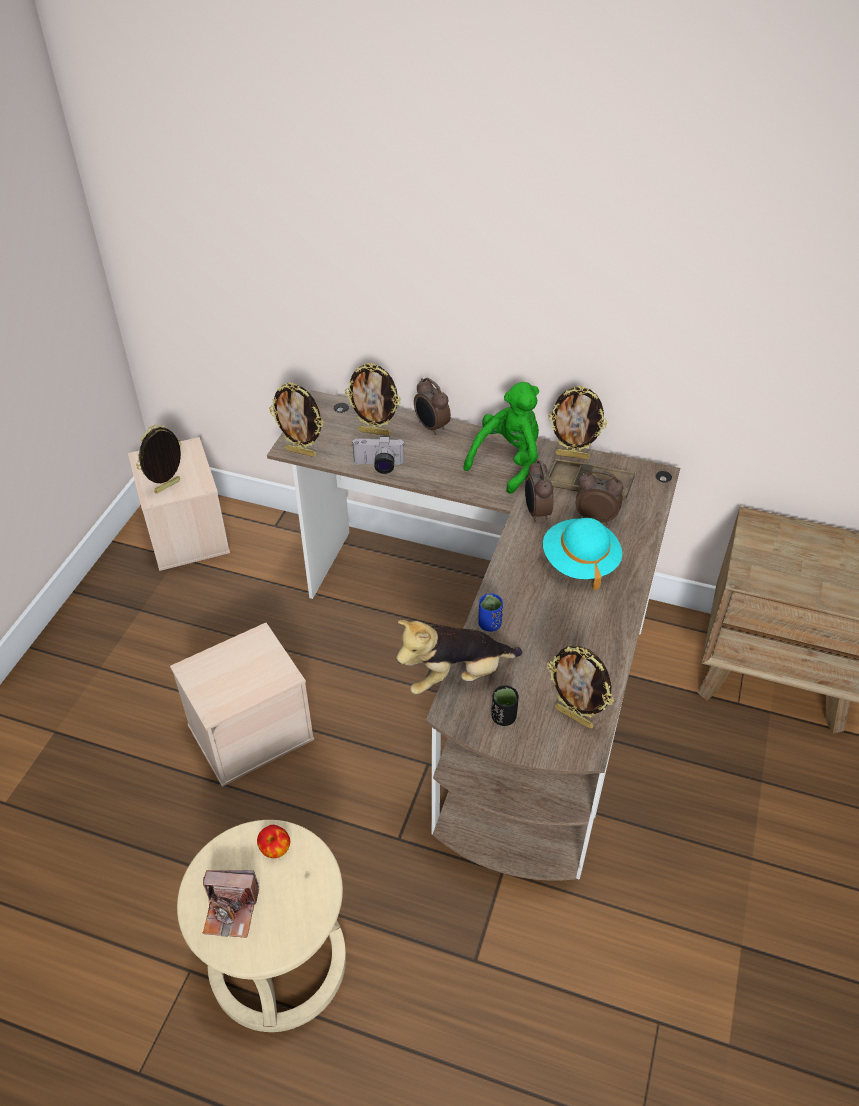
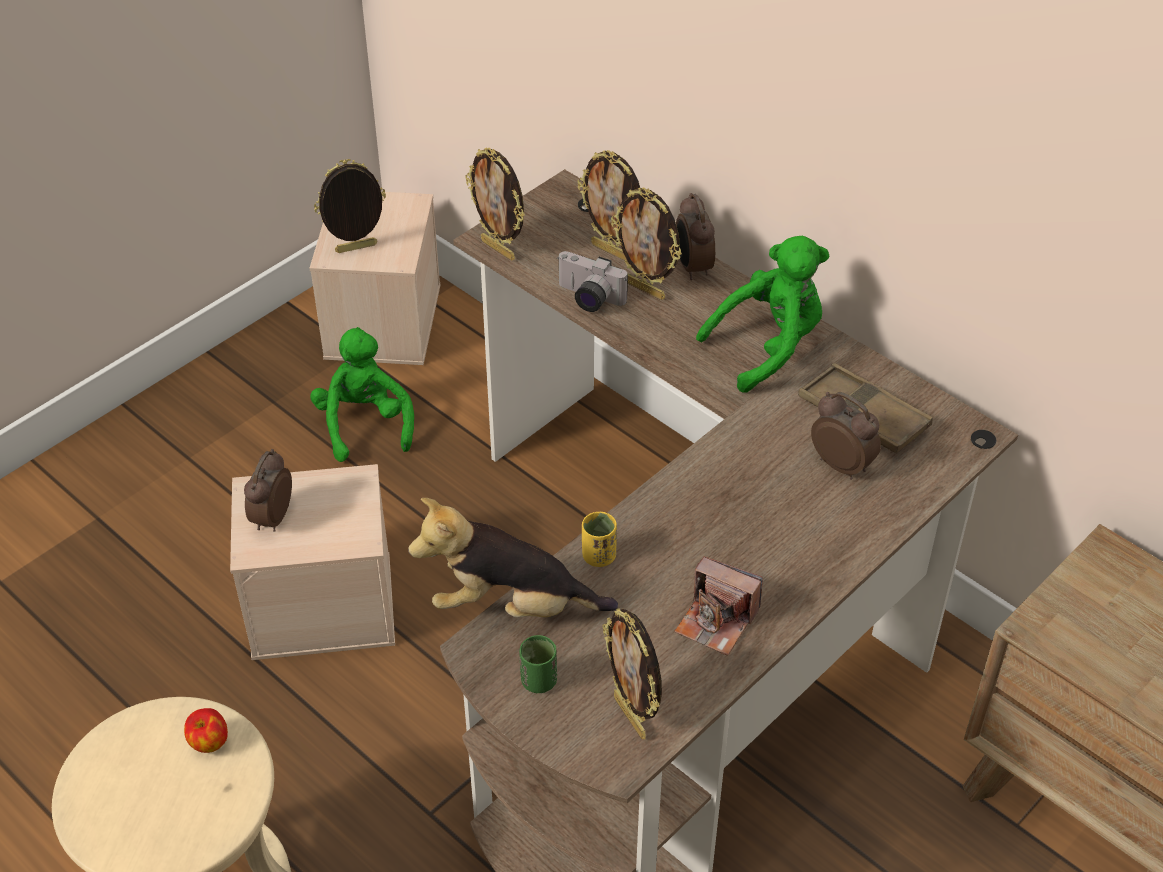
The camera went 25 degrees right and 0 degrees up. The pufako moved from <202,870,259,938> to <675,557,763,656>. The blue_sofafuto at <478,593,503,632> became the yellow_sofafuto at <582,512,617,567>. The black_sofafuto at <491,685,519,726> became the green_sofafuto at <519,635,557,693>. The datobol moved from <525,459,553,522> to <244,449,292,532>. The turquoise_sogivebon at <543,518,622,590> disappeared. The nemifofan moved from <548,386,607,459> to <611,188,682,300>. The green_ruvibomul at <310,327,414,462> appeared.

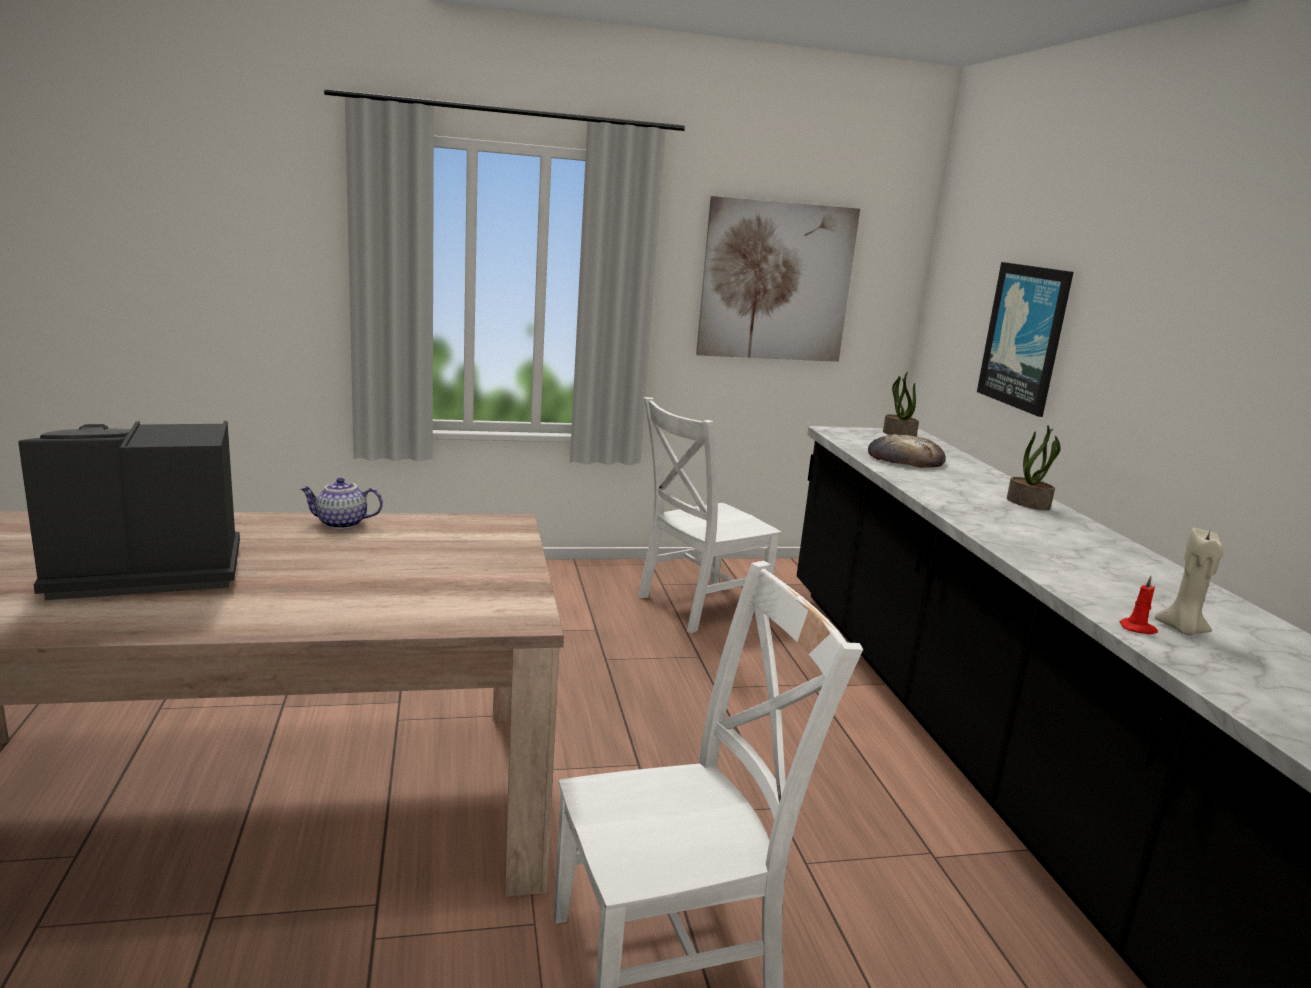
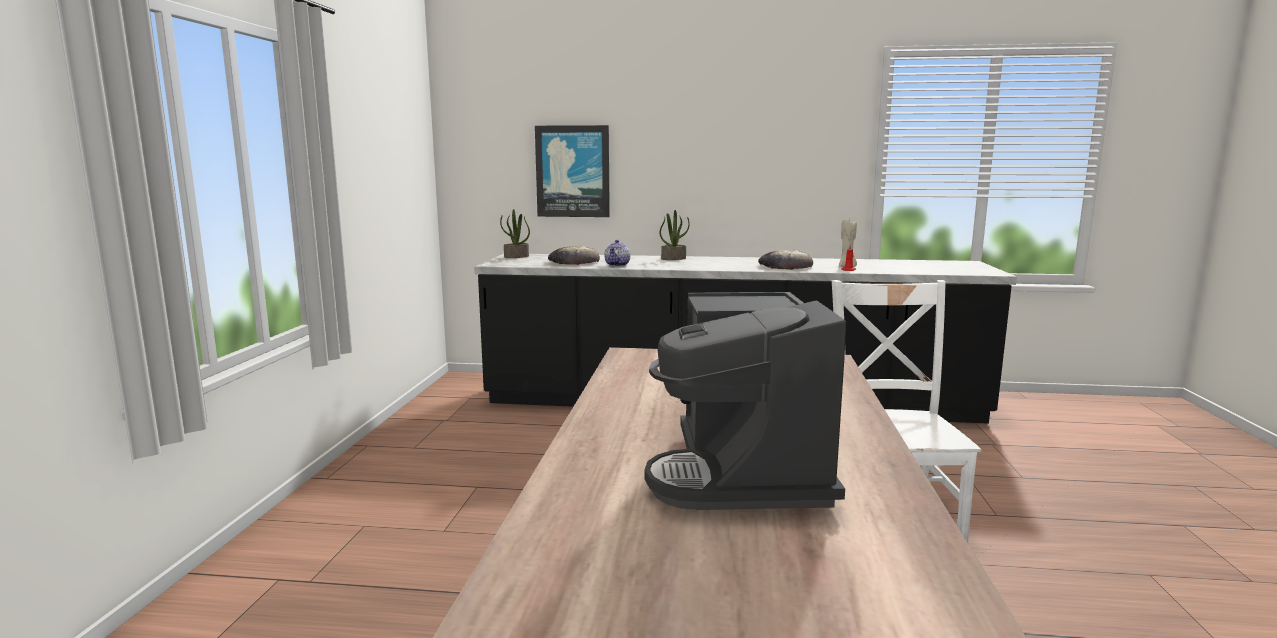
The camera went 70 degrees left and 5 degrees down. The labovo moved from <299,478,383,529> to <604,240,630,267>. The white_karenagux at <638,397,781,633> disappeared. The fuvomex at <696,196,860,362> disappeared. The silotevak at <758,250,813,270> appeared.

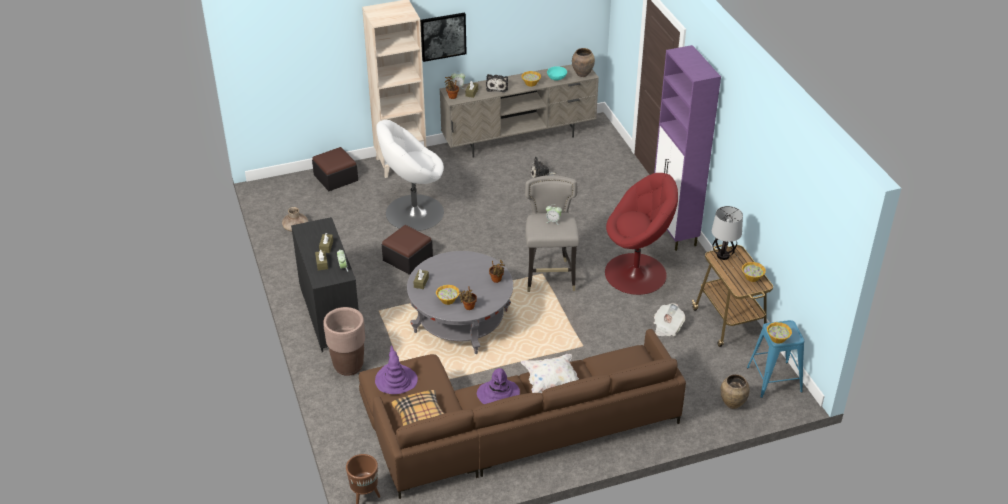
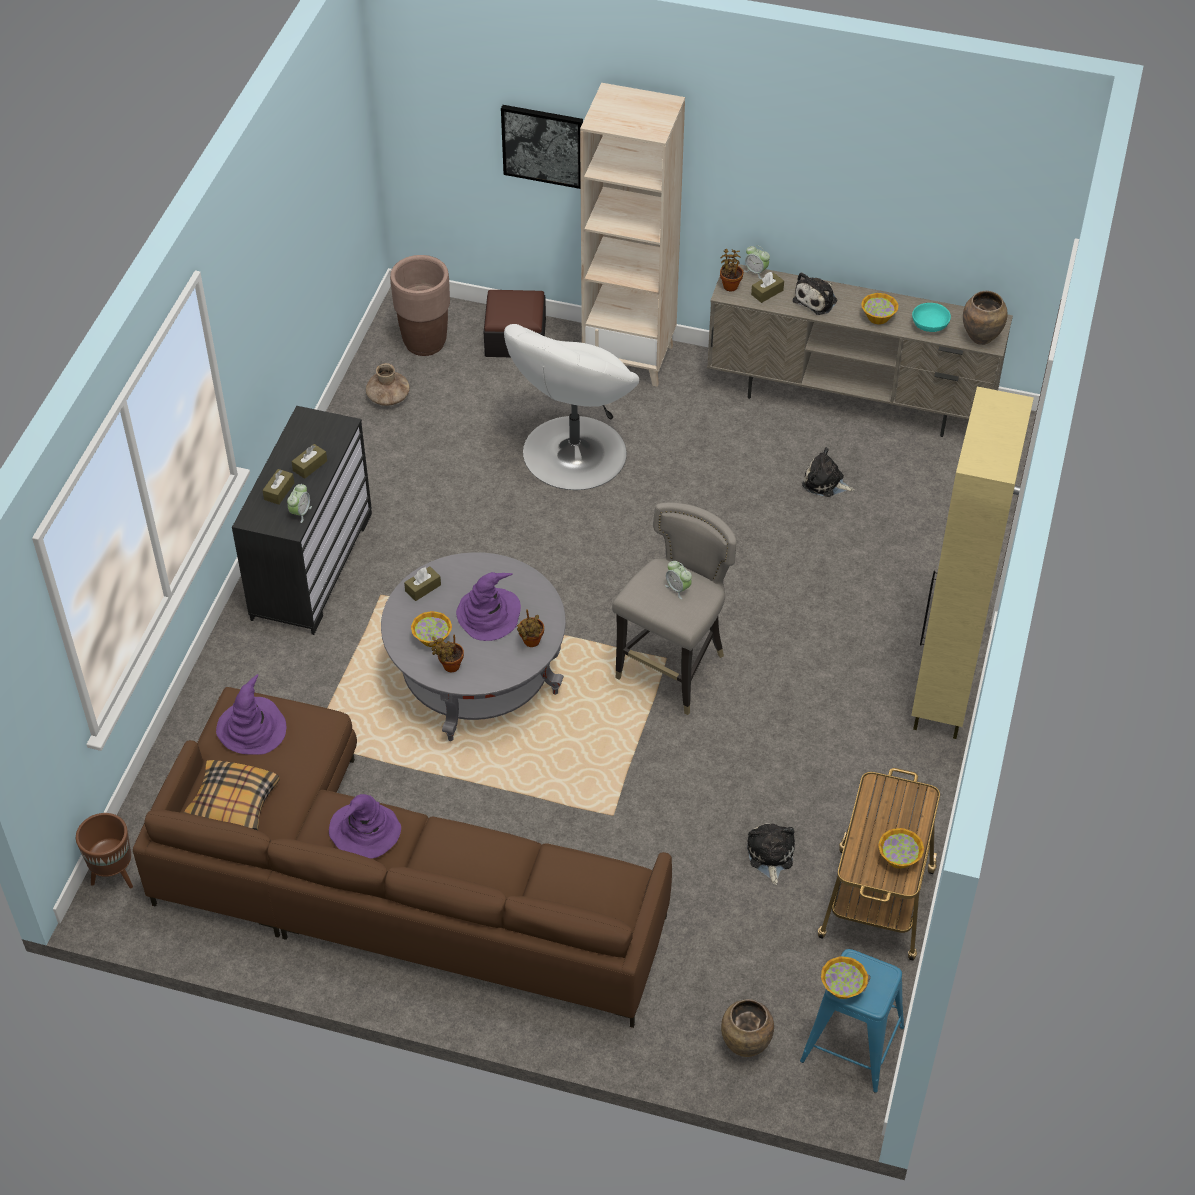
The camera went 35 degrees right and 10 degrees up. The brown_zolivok moved from <323,307,365,376> to <390,255,450,356>. The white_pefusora at <376,120,444,231> turned 75 degrees counterclockwise. The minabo at <382,225,433,275> disappeared. The fuvomex moved from <420,12,467,62> to <501,105,583,189>. The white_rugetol at <521,354,579,393> disappeared. The red_pefusora at <605,173,678,295> disappeared. The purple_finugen at <654,45,721,251> became the beige_finugen at <911,387,1034,739>. The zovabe at <654,303,685,336> was replaced by the ruvibomul at <747,823,795,885>. The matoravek at <712,206,743,260> disappeared. The purple_sogivebon at <456,572,521,641> appeared.

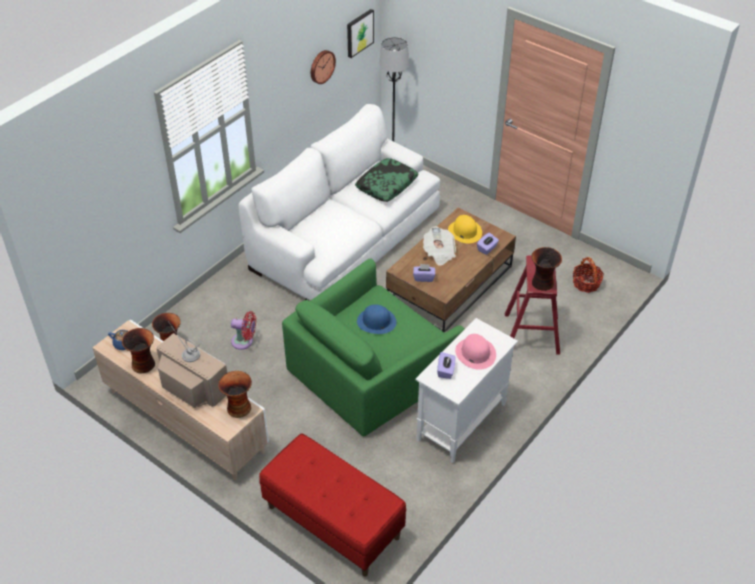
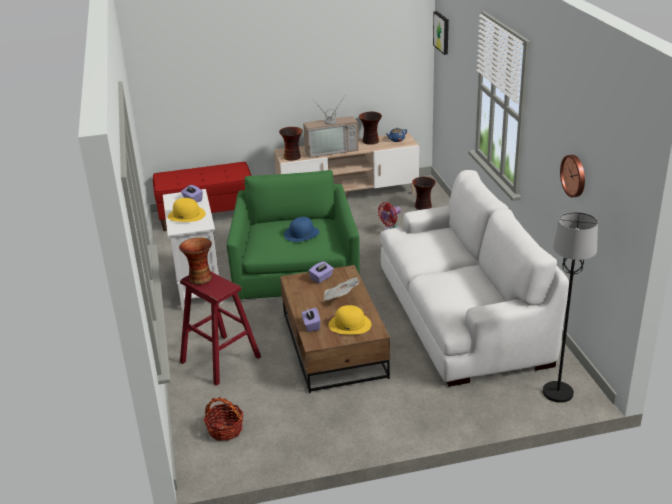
The camera went 130 degrees right and 15 degrees down. The fuvomex moved from <347,9,374,58> to <433,11,449,55>. The rugetol at <355,158,419,202> disappeared. The pink_sogivebon at <455,334,496,370> became the yellow_sogivebon at <168,198,206,222>.

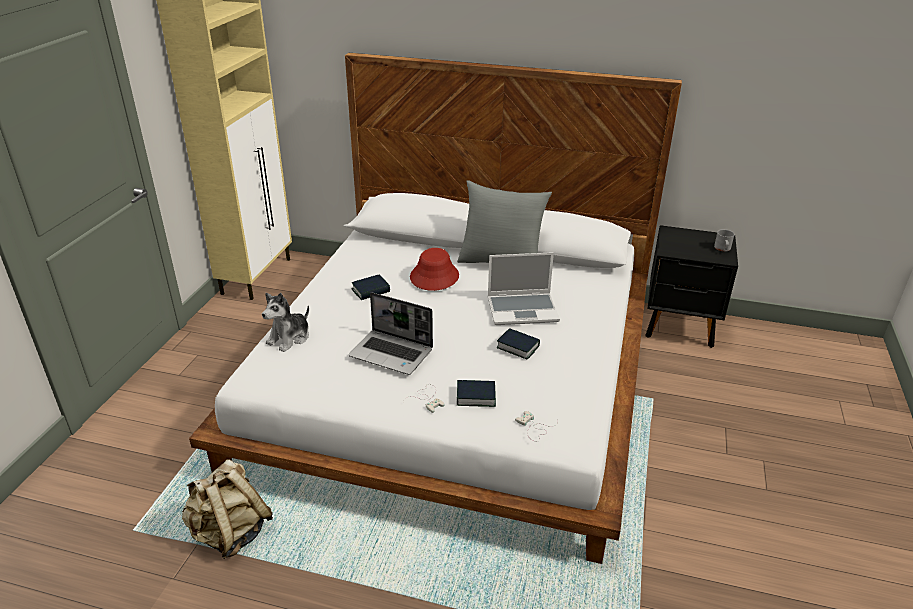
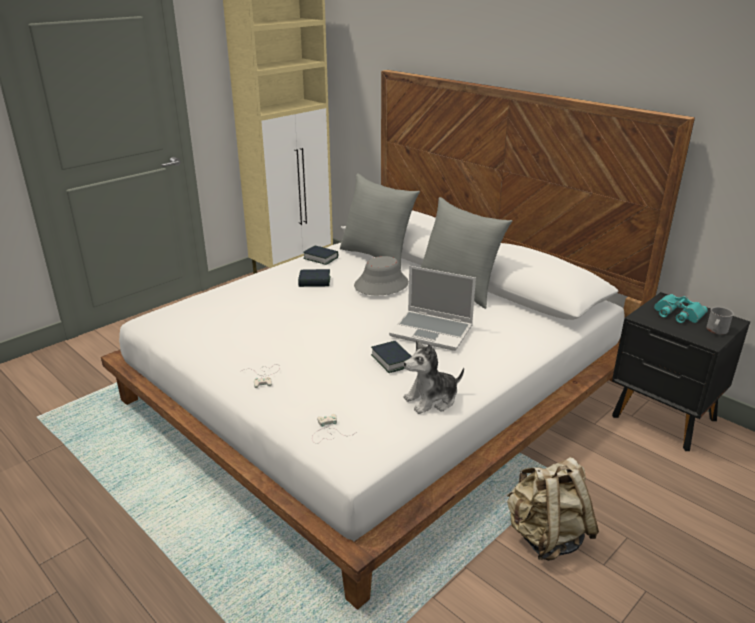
The camera went 30 degrees right and 5 degrees down. The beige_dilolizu moved from <182,459,273,559> to <507,457,599,561>. The ruvibomul moved from <262,293,309,352> to <404,340,464,414>. The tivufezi at <348,292,433,375> disappeared. The red_sogivebon at <410,248,459,291> became the grey_sogivebon at <354,256,409,295>. The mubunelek moved from <457,380,496,407> to <303,245,338,265>. The grey_rugetol at <340,173,420,269> appeared. The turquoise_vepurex at <654,294,708,323> appeared.

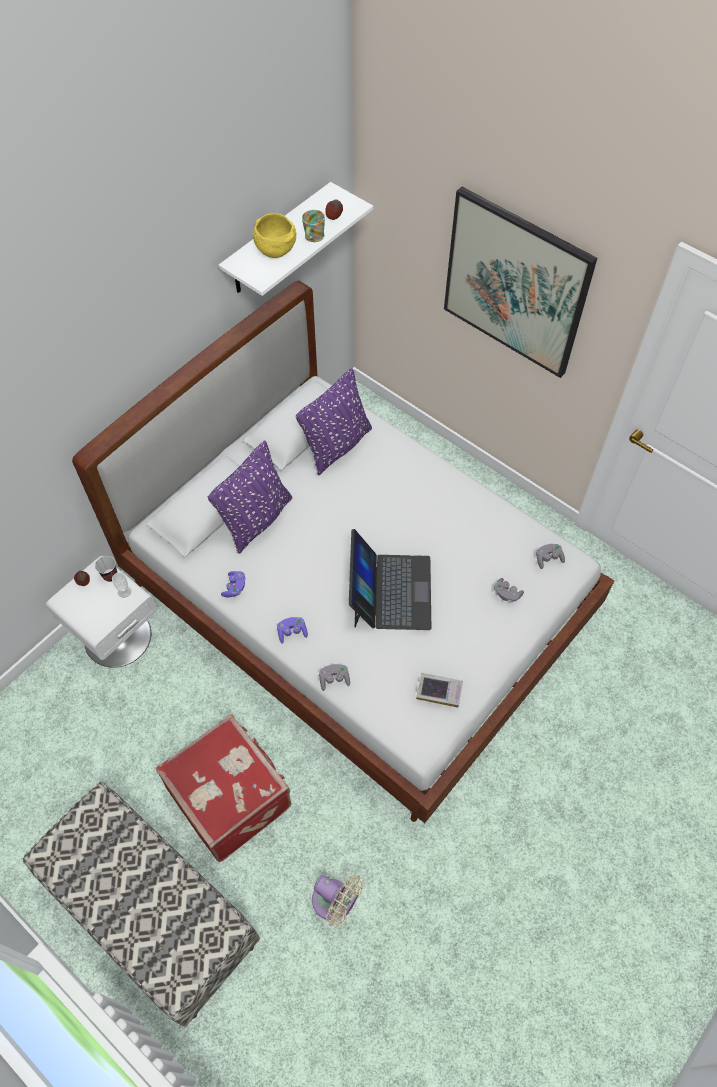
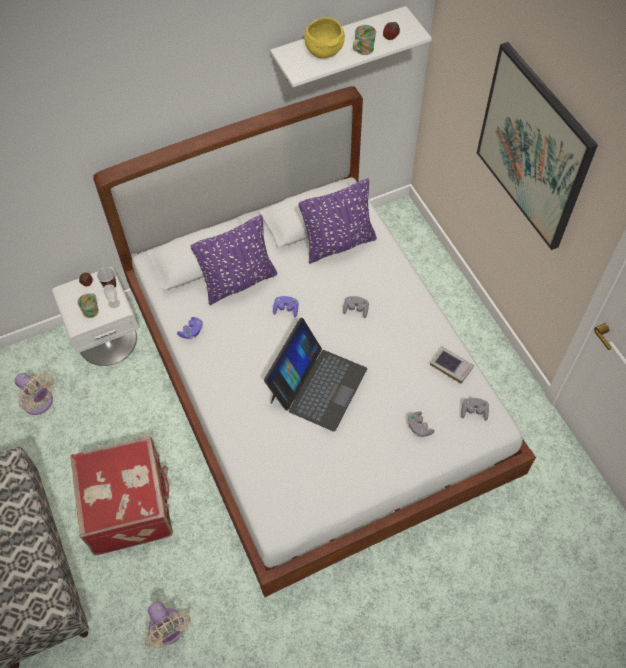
The camera went 25 degrees right and 0 degrees up. The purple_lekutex moved from <277,617,308,644> to <273,296,299,317>. The grey_lekutex moved from <319,664,350,691> to <343,296,369,318>. The mubunelek moved from <416,673,463,708> to <430,347,474,384>. The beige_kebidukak at <14,373,55,415> appeared. The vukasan at <77,294,99,318> appeared.

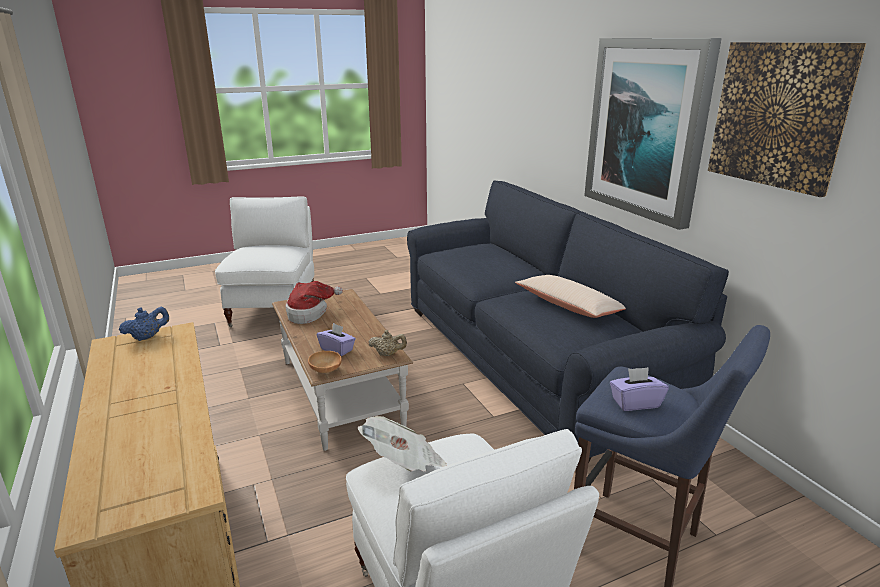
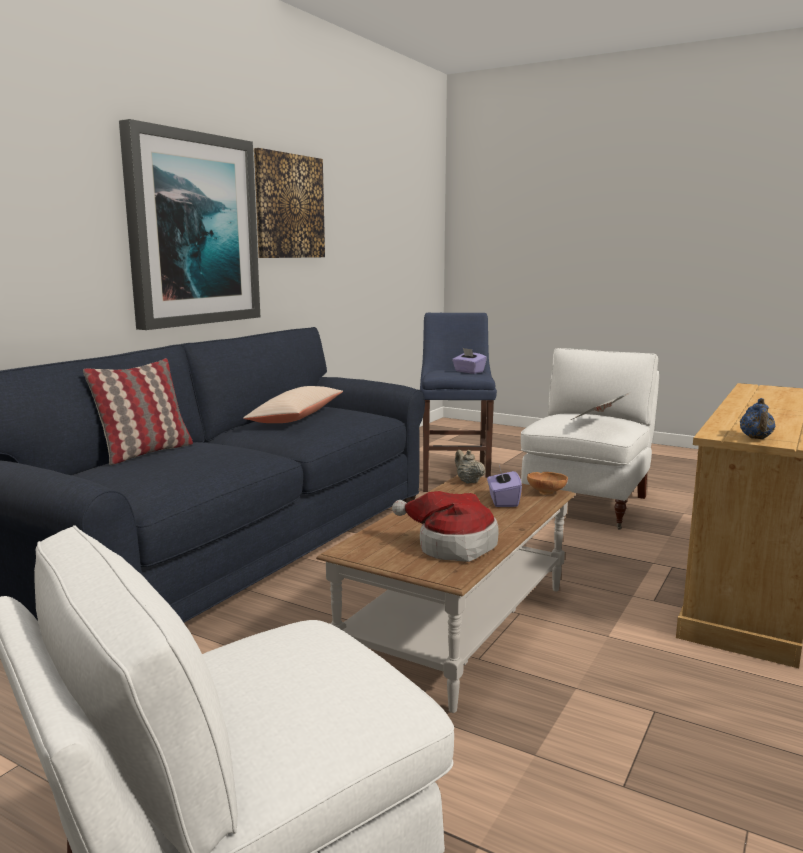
The camera went 125 degrees left and 10 degrees down. The blue_labovo at <119,306,169,341> turned 90 degrees counterclockwise. The rugetol at <83,358,193,465> appeared.

